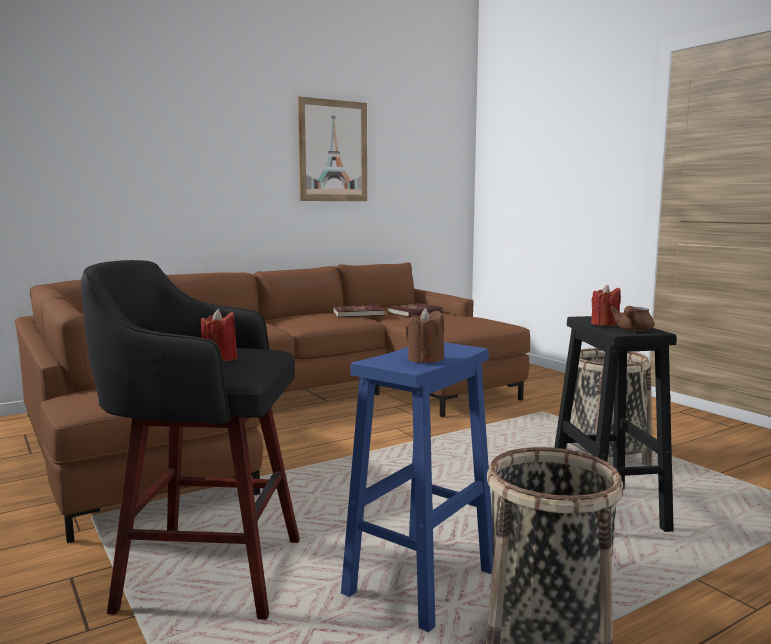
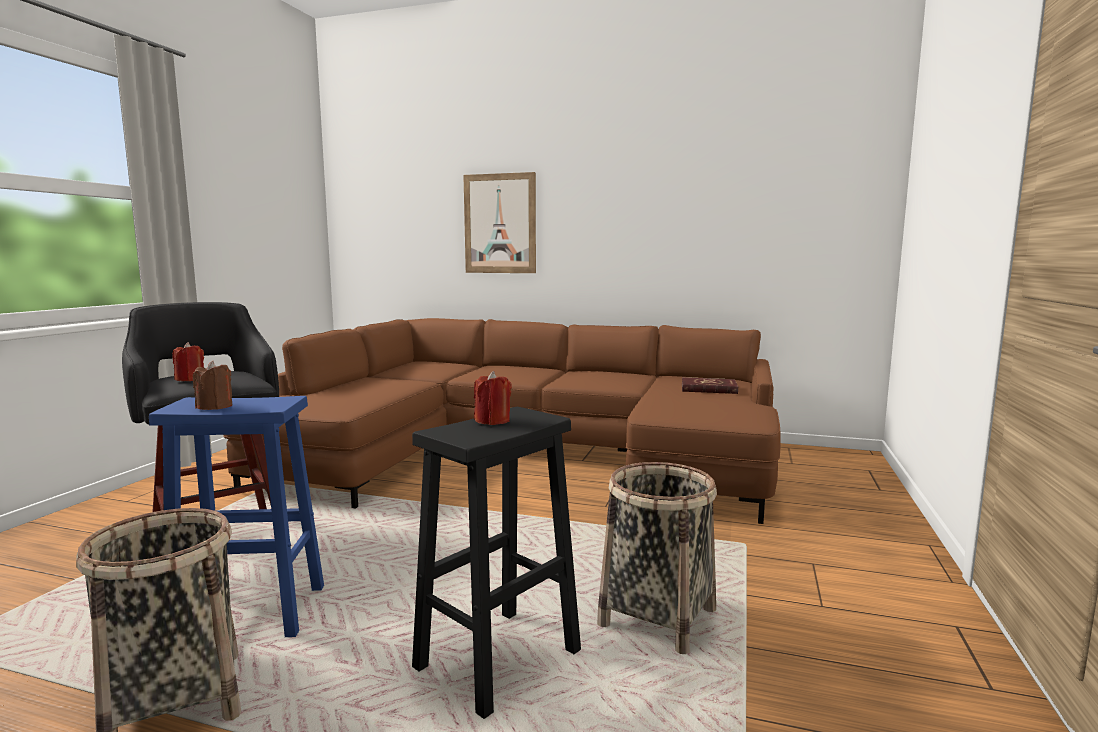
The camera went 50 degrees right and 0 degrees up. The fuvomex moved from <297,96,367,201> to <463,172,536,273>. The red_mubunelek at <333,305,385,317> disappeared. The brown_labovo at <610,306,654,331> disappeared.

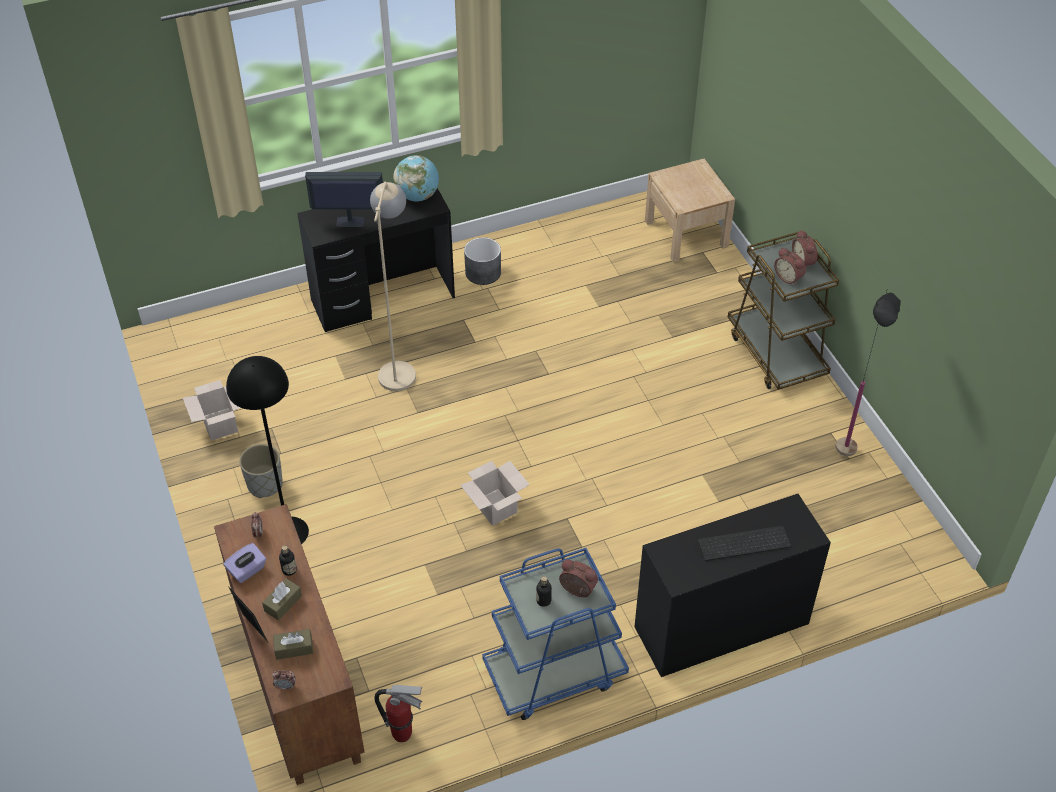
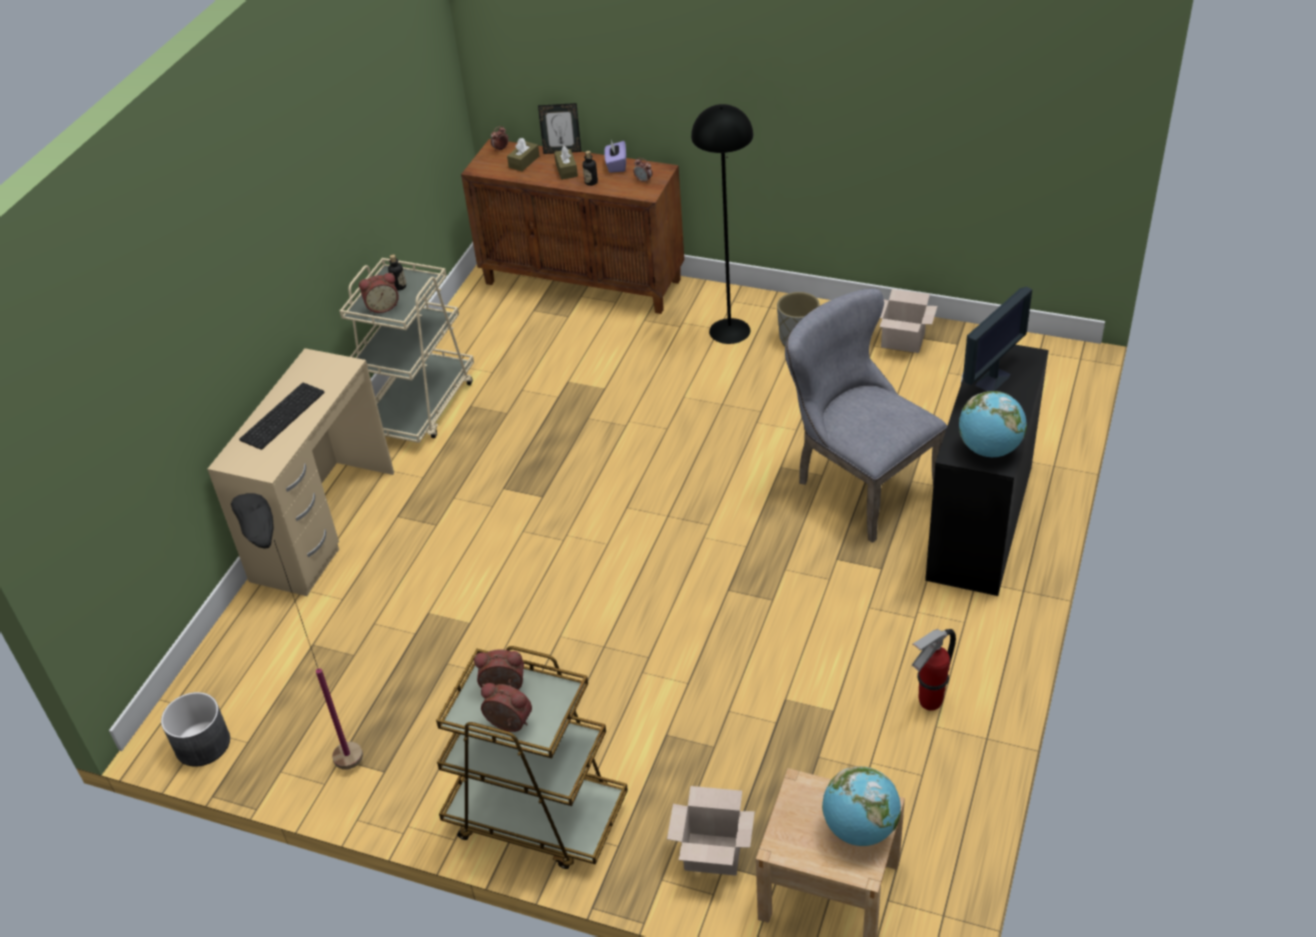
The camera went 135 degrees right and 5 degrees down. The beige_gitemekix at <370,181,416,391> was replaced by the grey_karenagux at <785,288,947,543>. The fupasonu moved from <374,685,422,742> to <912,629,956,710>. The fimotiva moved from <460,461,530,526> to <667,786,755,876>. The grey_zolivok moved from <464,237,501,285> to <161,692,230,767>. The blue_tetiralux at <482,548,629,720> became the beige_tetiralux at <340,258,474,443>. The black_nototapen at <634,494,831,677> became the beige_nototapen at <207,348,394,596>. The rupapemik at <822,766,901,846> appeared.

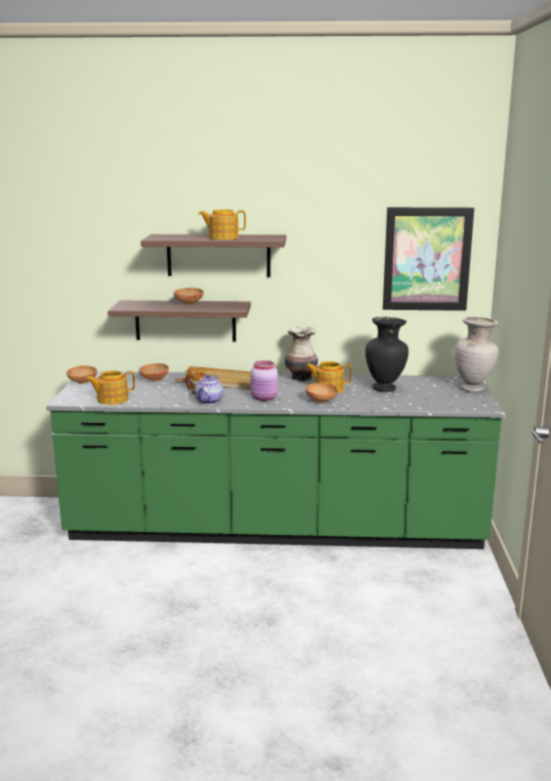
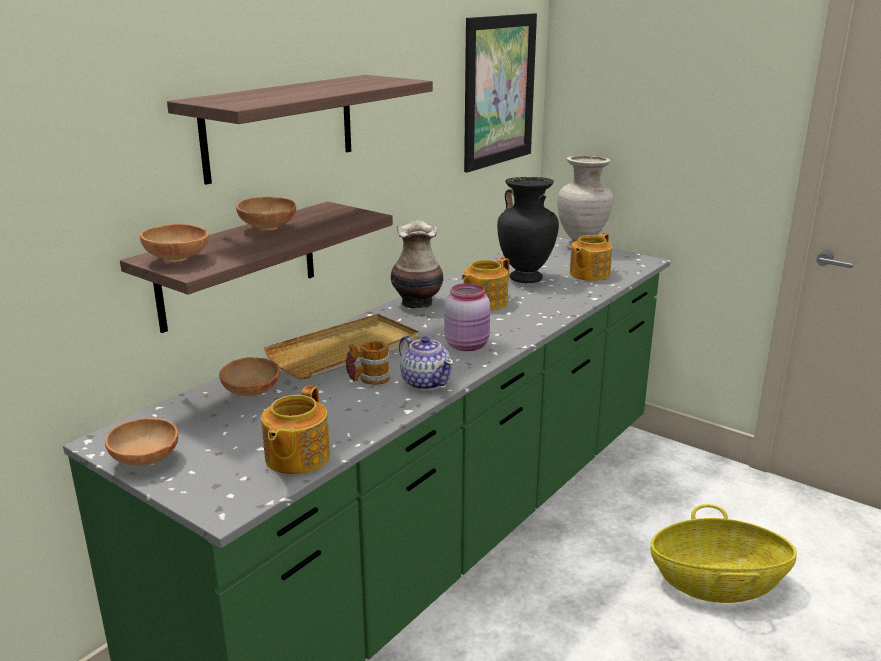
The camera went 55 degrees left and 5 degrees up. The labovo moved from <198,210,246,240> to <570,232,612,281>. The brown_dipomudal moved from <306,383,338,402> to <140,224,209,262>. The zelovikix at <651,504,797,603> appeared.

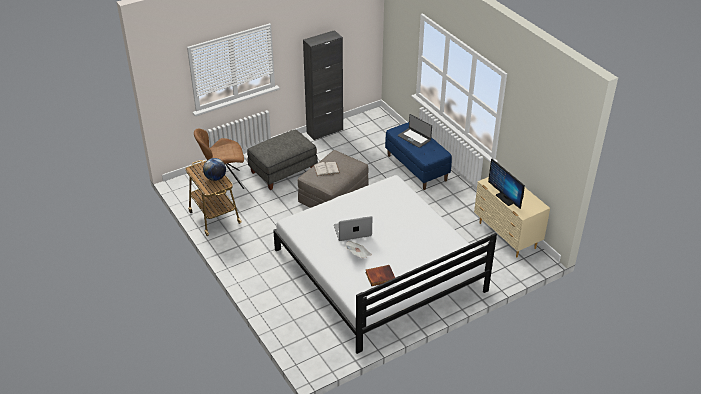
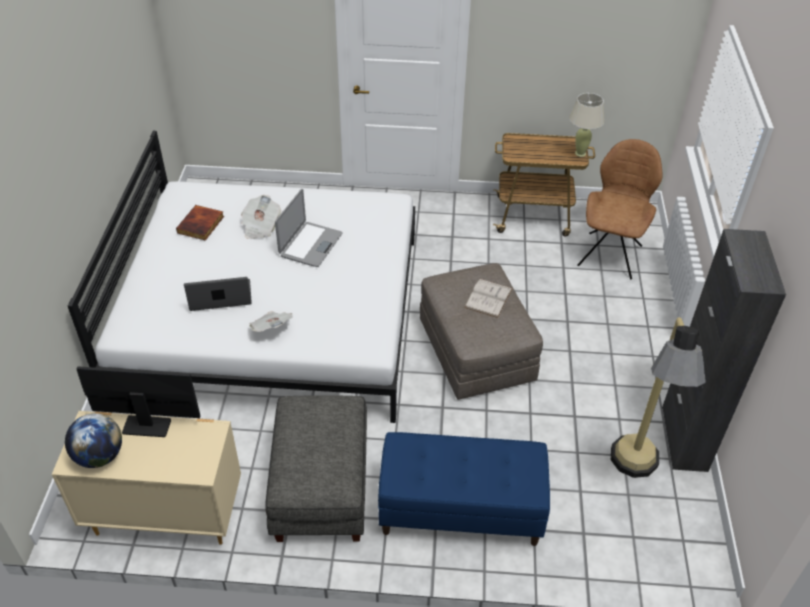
The camera went 125 degrees right and 5 degrees up. The rupapemik moved from <203,158,226,181> to <65,413,122,468>. The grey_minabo moved from <247,130,318,190> to <265,396,367,542>. The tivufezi moved from <398,114,432,148> to <184,277,252,311>. The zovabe at <249,311,293,332> appeared. The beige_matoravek at <569,93,605,157> appeared. The gitemekix at <611,317,706,478> appeared.

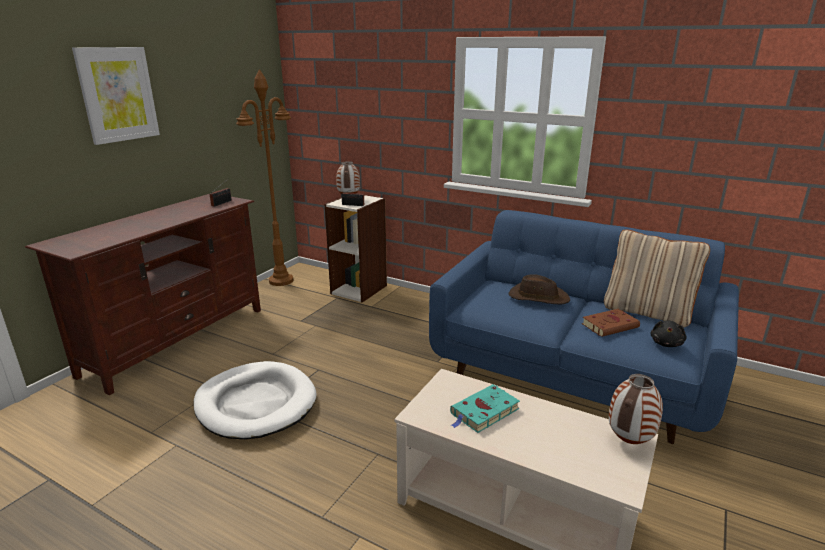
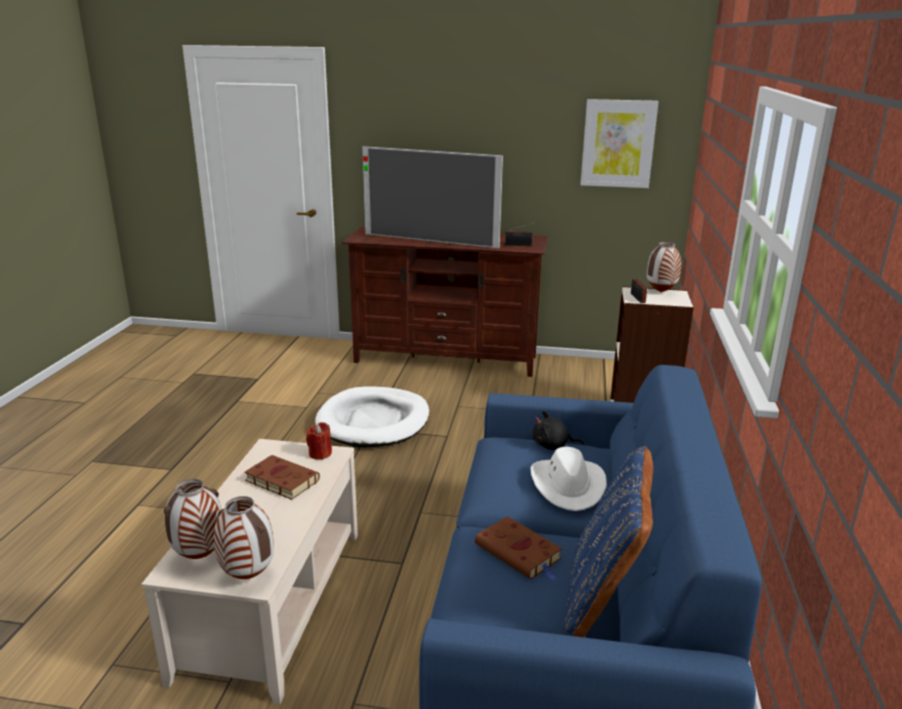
The camera went 70 degrees right and 0 degrees up. The fuvomex moved from <72,47,160,145> to <580,99,658,188>. The brown_gitemekix at <236,69,293,286> disappeared. The turquoise_mubunelek at <450,384,520,433> became the brown_mubunelek at <244,455,320,500>. The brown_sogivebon at <509,274,570,304> became the white_sogivebon at <530,447,607,511>. The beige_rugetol at <604,229,710,328> became the blue_rugetol at <564,446,653,637>. The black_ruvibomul moved from <650,320,687,347> to <533,411,584,450>. The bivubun at <164,479,221,559> appeared. The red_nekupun at <306,422,332,460> appeared. The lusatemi at <362,146,503,248> appeared.

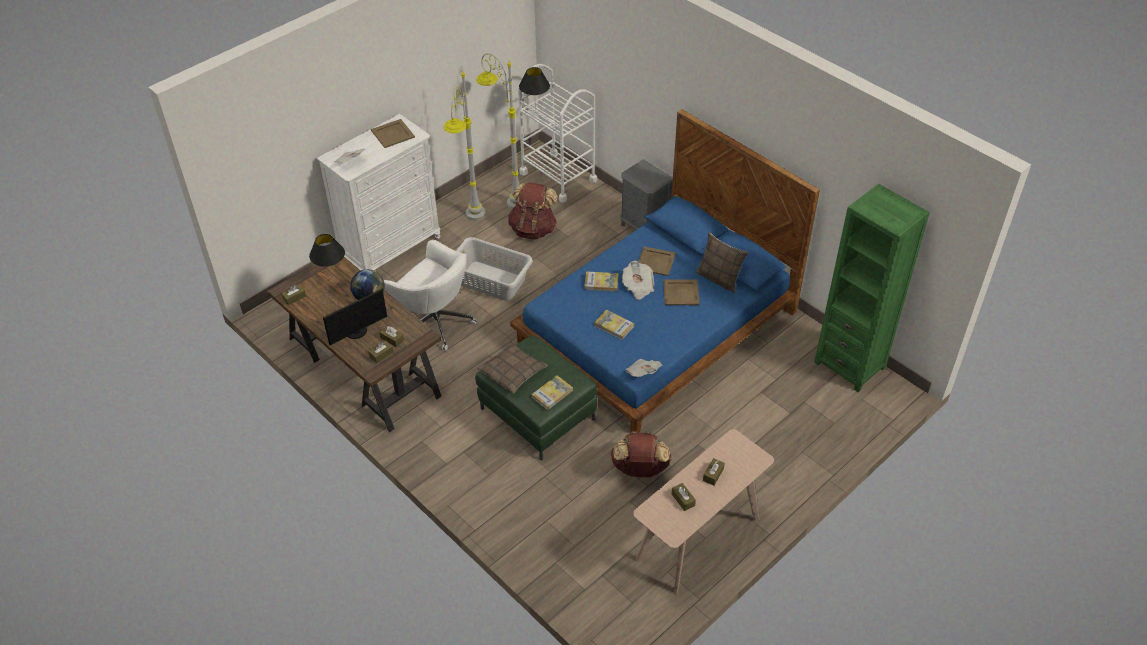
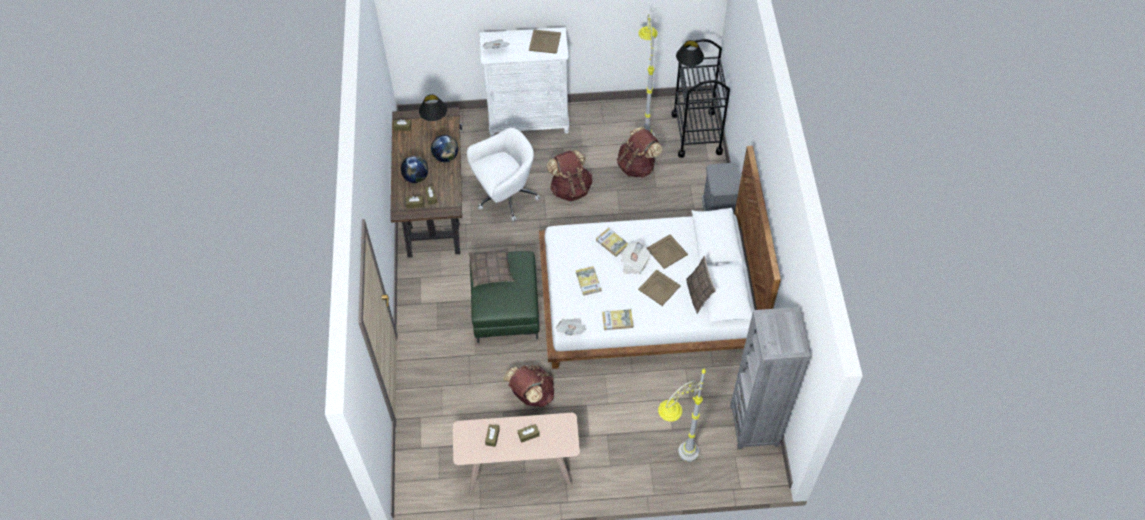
The camera went 40 degrees right and 10 degrees up. The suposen at <323,289,387,345> was replaced by the rupapemik at <401,156,428,183>. The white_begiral at <384,240,477,351> turned 105 degrees counterclockwise. The grey_gitemekix moved from <443,69,486,221> to <658,368,706,462>. The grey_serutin at <456,237,533,301> was replaced by the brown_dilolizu at <547,150,592,201>. The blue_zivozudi at <510,109,820,433> became the white_zivozudi at <539,146,781,369>. The white_tetiralux at <518,64,597,203> became the black_tetiralux at <671,39,730,158>. The mubunelek moved from <531,375,573,410> to <602,309,633,330>. The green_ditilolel at <814,184,930,392> became the grey_ditilolel at <730,307,811,450>.

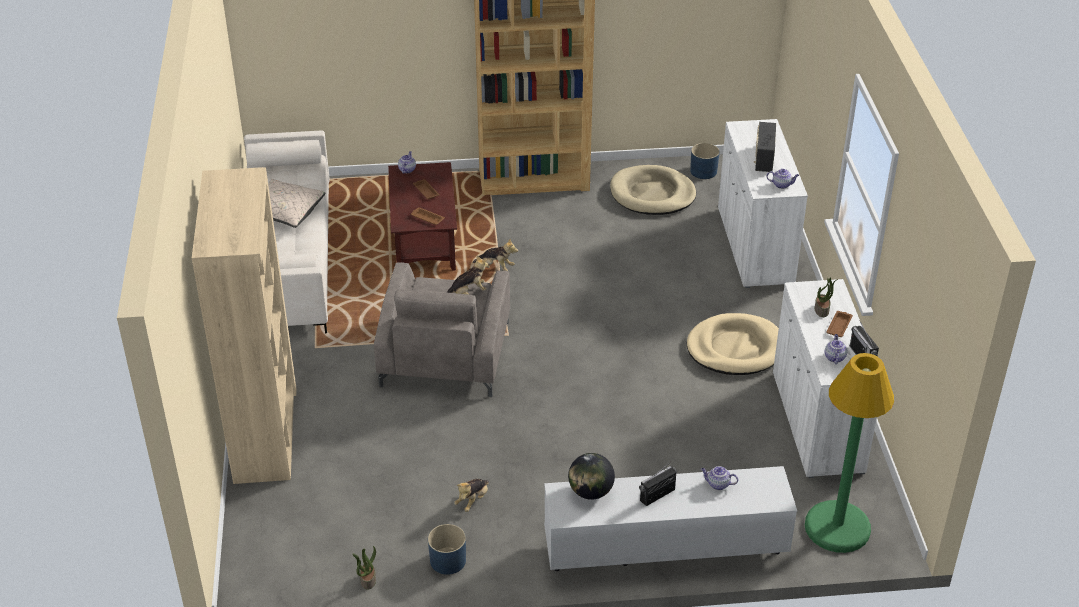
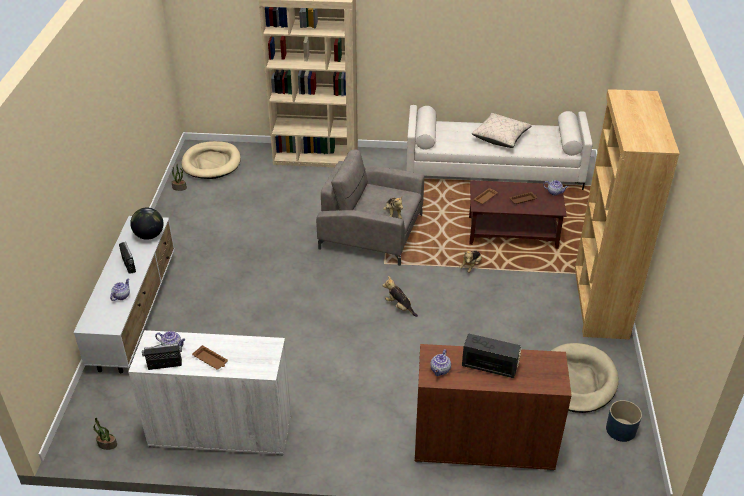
The camera went 100 degrees right and 0 degrees up. The blue_zolivok at <428,524,466,575> disappeared. The ruvibomul moved from <454,479,489,512> to <382,276,418,317>. The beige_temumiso moved from <687,313,779,375> to <181,141,241,179>. The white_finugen at <718,119,808,288> became the brown_finugen at <415,344,572,471>. The green_gitemekix at <805,353,894,553> disappeared. The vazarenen moved from <815,277,838,317> to <93,418,117,450>.

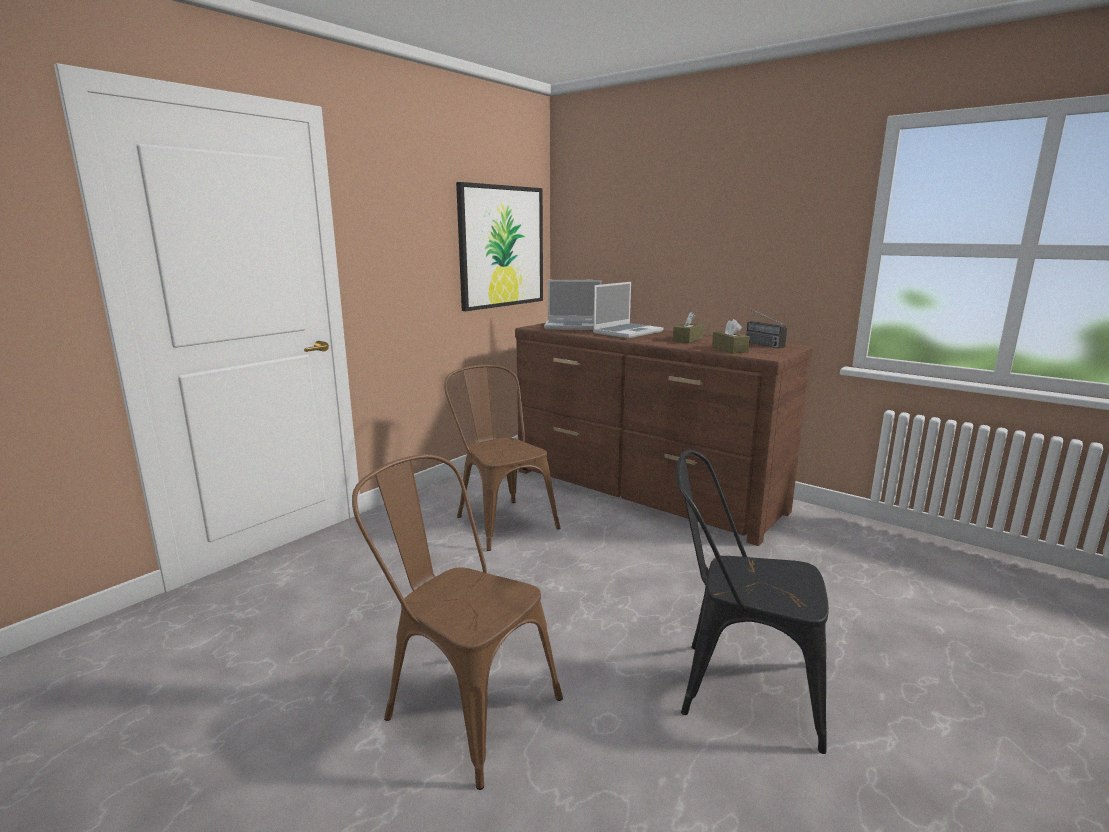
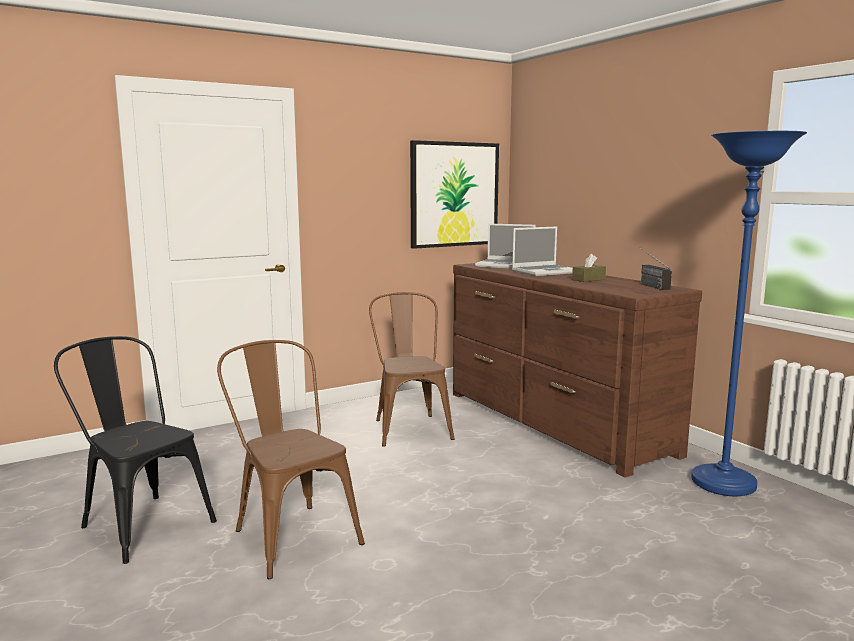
The camera went 20 degrees right and 5 degrees down. The black_karenagux moved from <676,450,829,754> to <54,336,217,564>. The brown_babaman at <712,319,750,353> disappeared. The blue_gitemekix at <691,131,807,496> appeared.

